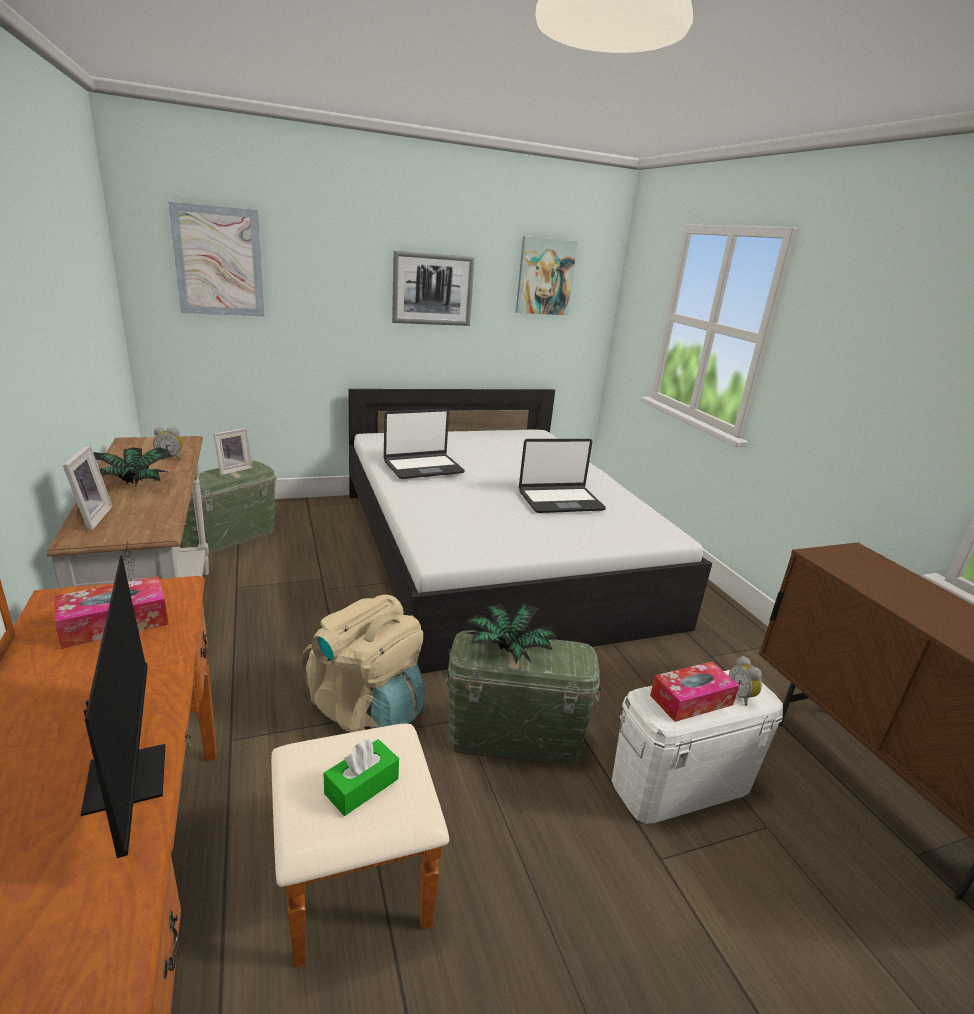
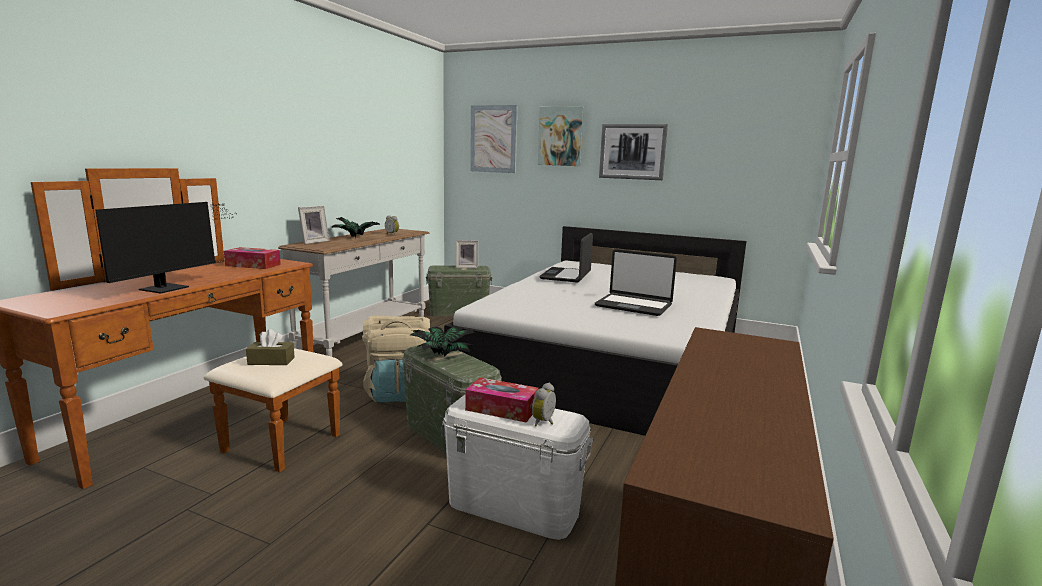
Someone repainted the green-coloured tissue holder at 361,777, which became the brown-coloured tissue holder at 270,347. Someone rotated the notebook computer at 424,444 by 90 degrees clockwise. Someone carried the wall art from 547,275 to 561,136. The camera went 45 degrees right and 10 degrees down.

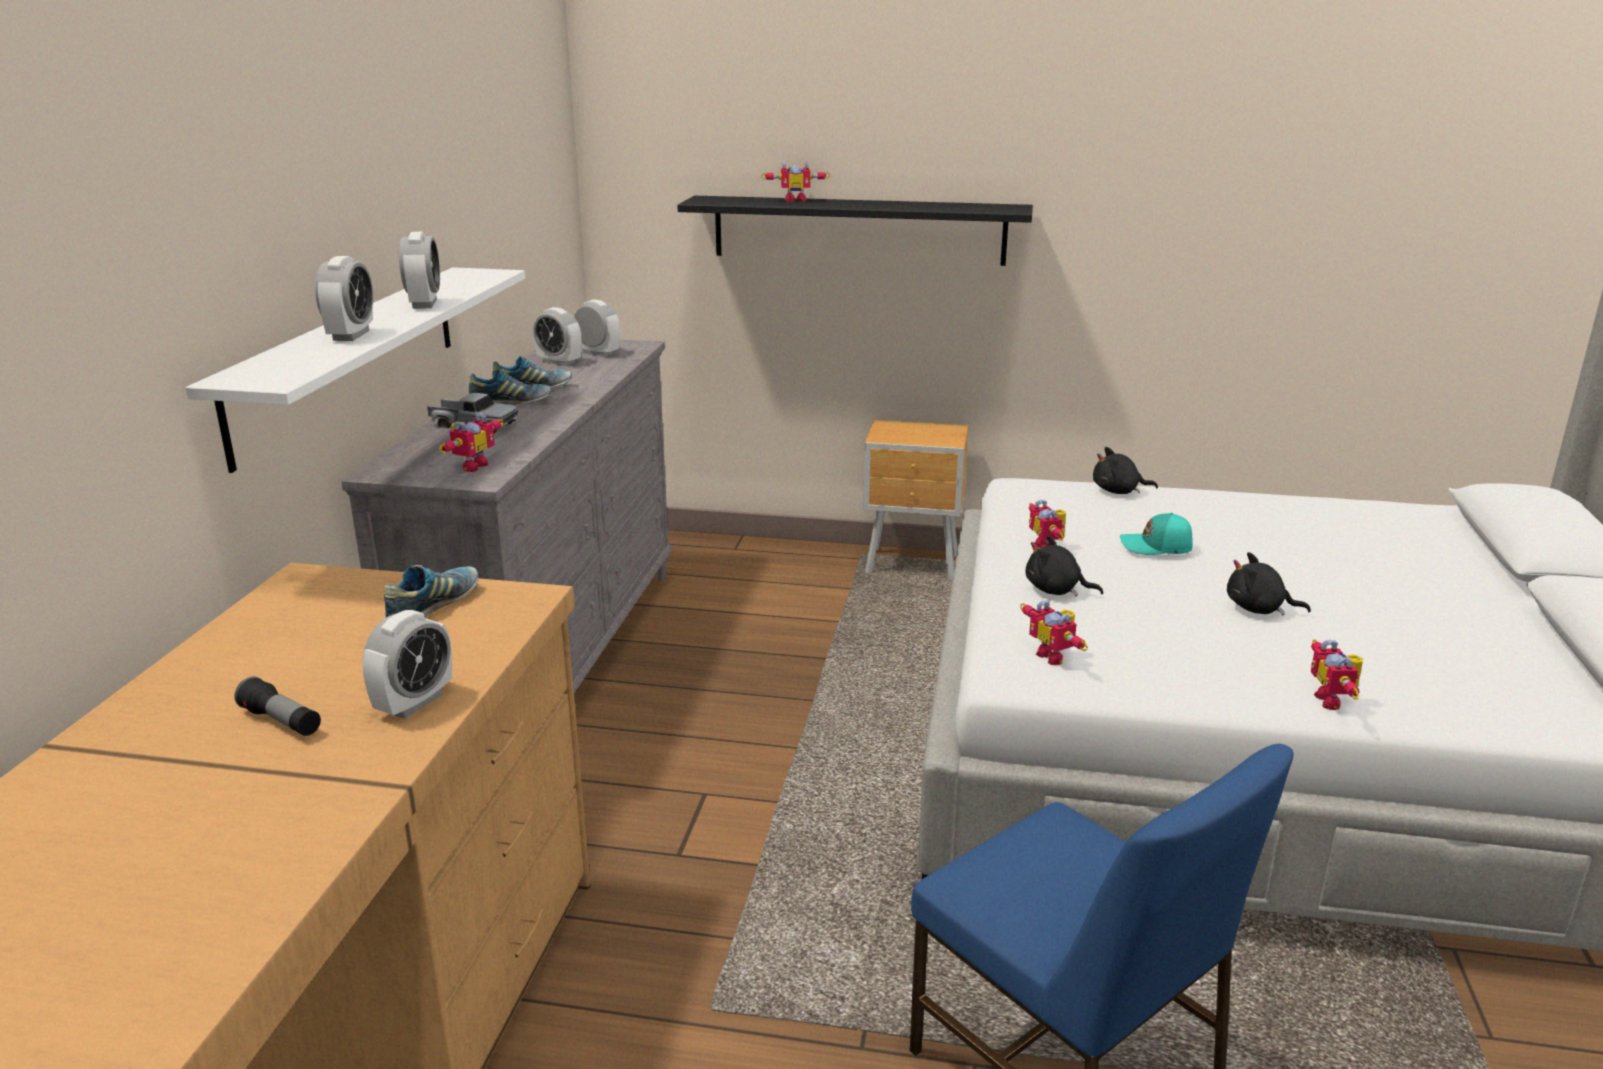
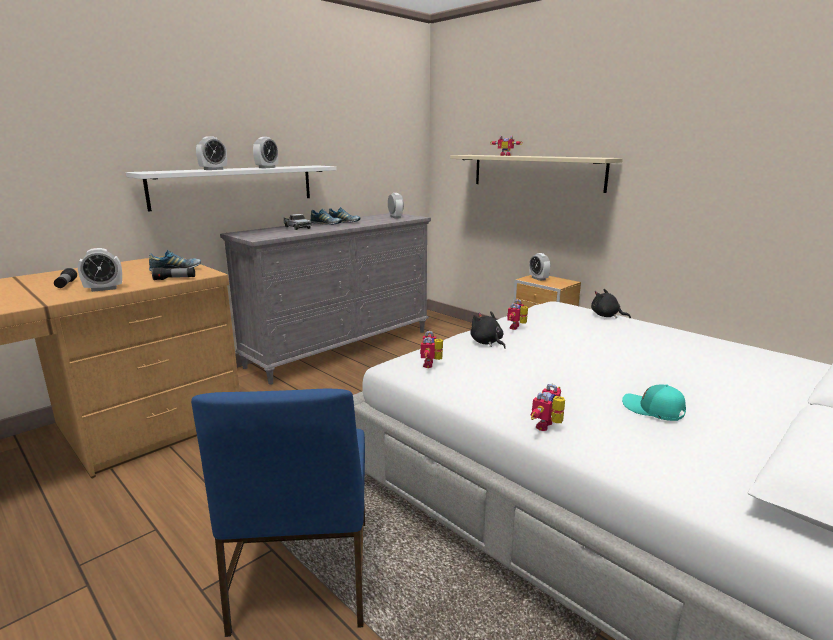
Someone took away the robot figure at 471,442. Someone carried the bedside clock from 557,336 to 539,267. Someone repainted the blackish bracket shelf at 855,231, which became the beige-coloured bracket shelf at 536,174. Someone carried the blue-green peaked cap from 1156,533 to 654,402. Someone took away the blackish plush toy at 1269,583. Someone put down the hand torch at 173,273. The camera went 35 degrees right and 5 degrees down.

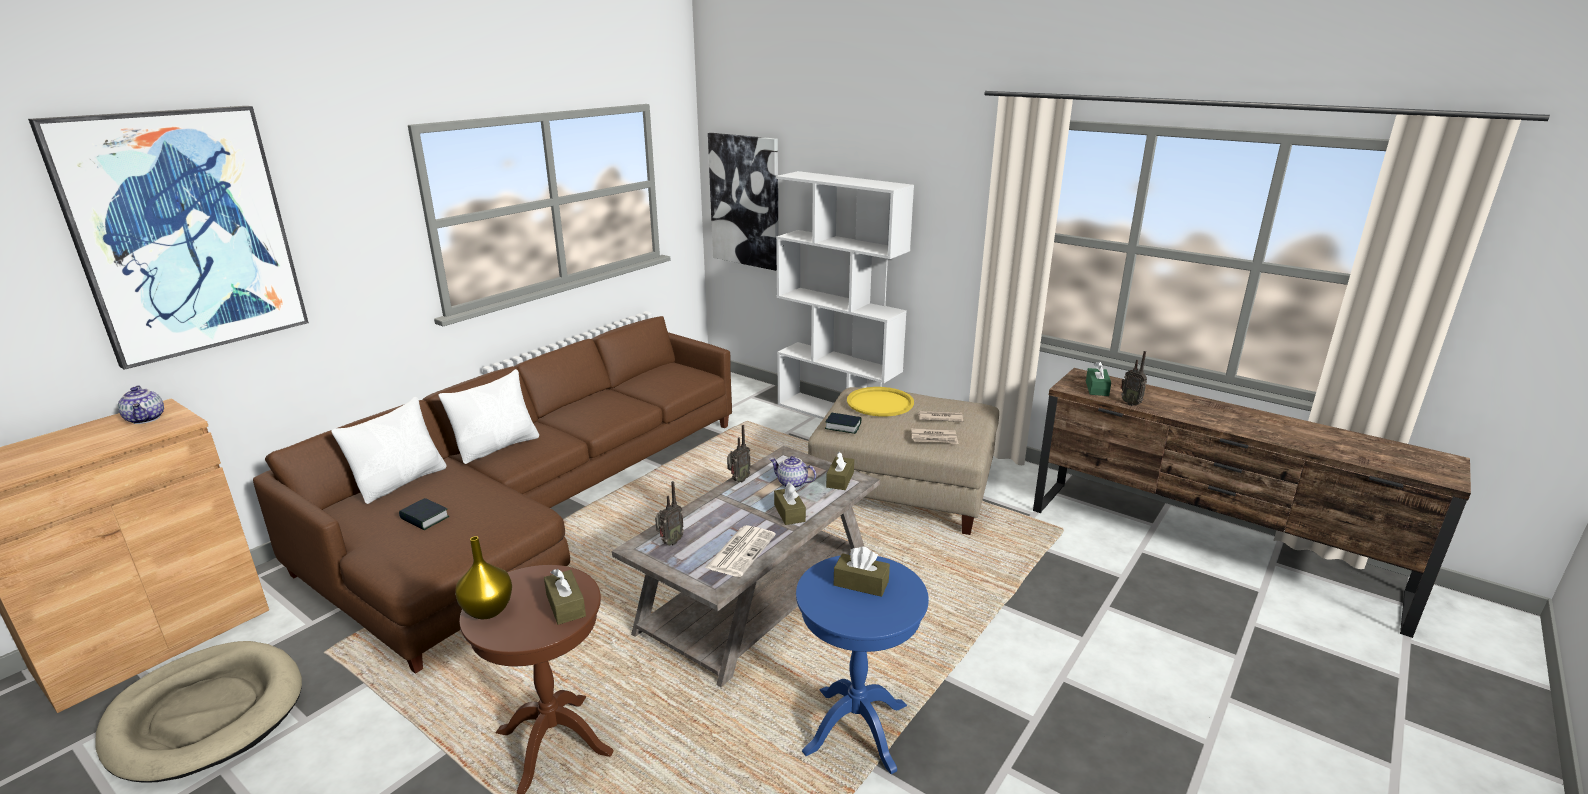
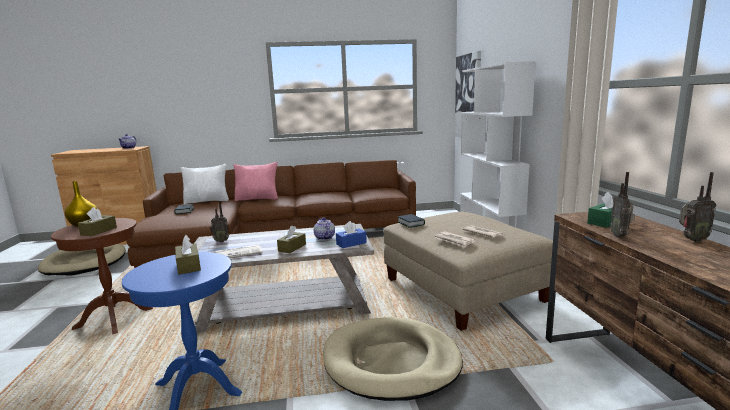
Someone took away the wall art at 168,238. Someone repainted the whitish cushion at 488,416, which became the pink-coloured cushion at 256,181. Someone carried the radio from 739,453 to 697,207. Someone repainted the brown-coloured tissue holder at 840,470, which became the blue tissue holder at 351,234. Someone took away the yellow-coloured carrying tray at 880,402. Someone put down the beige-coloured dog cushion at 393,359. The camera went 45 degrees right and 10 degrees down.

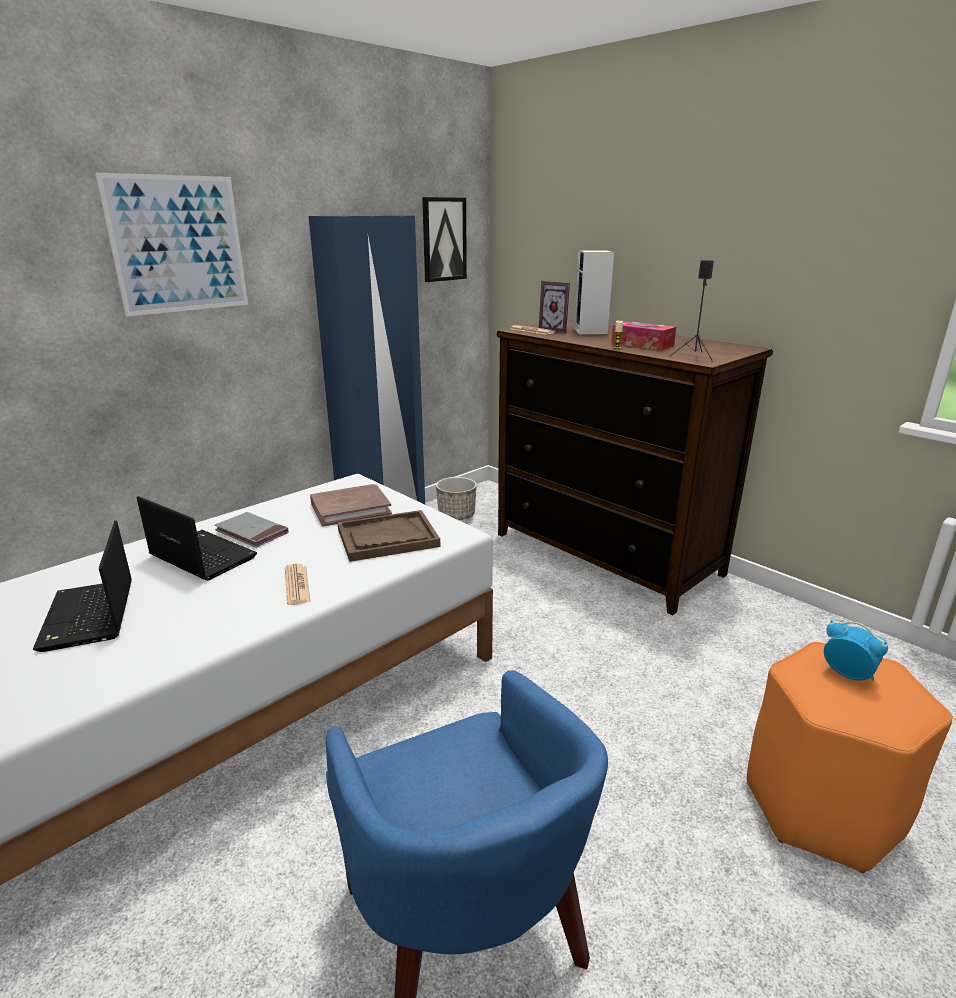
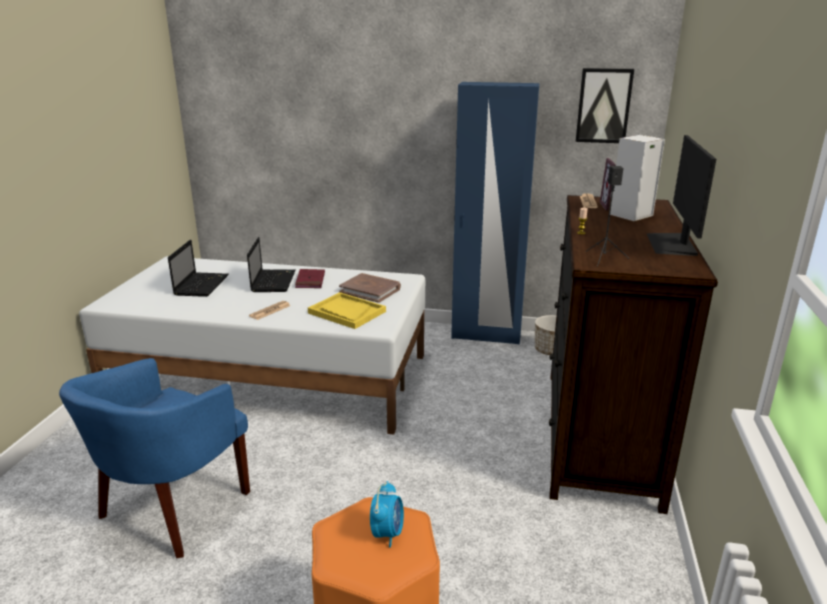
Someone rotated the notebook computer at 82,586 by 150 degrees clockwise. Someone took away the wall art at 171,245. Someone repainted the gray book at 252,530, which became the red-coloured book at 310,278. Someone repainted the brown-coloured carrying tray at 389,536, which became the yellow-coloured carrying tray at 347,310. Someone took away the tissue holder at 643,335. Someone put down the monitor at 681,195. The camera went 55 degrees right and 0 degrees up.

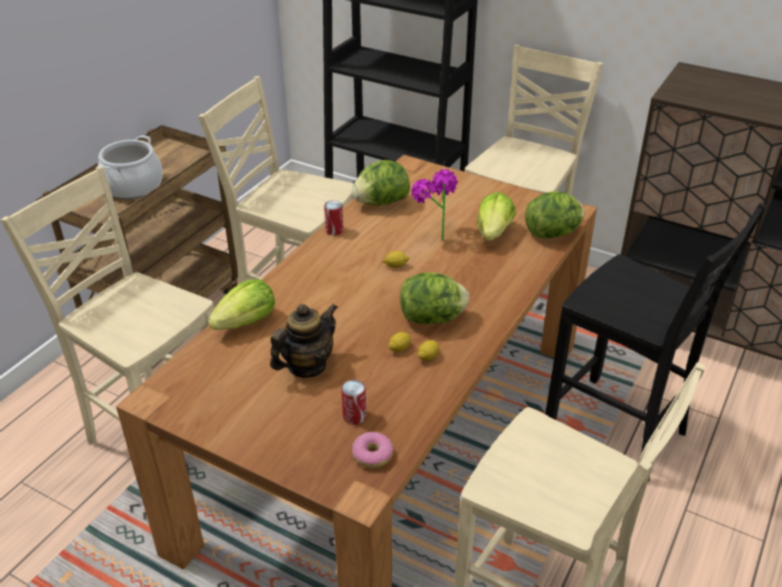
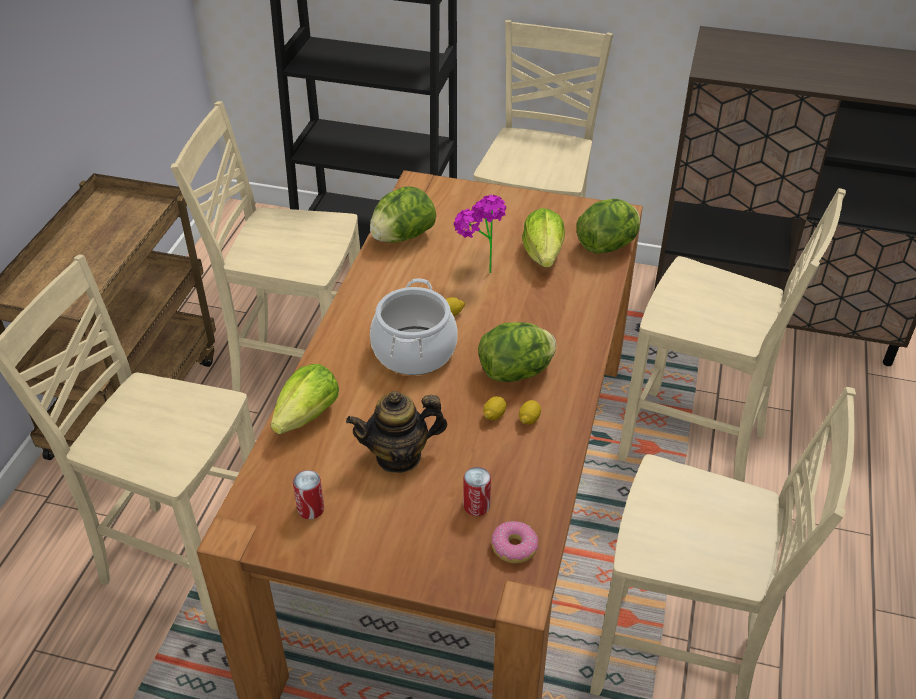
Someone carried the stockpot from 130,167 to 414,326. Someone rotated the tea pot at 304,341 by 135 degrees counterclockwise. Someone carried the metal can from 334,218 to 308,494. Someone repainted the blackish upright chair at 655,342, which became the beige-coloured upright chair at 732,335. The camera went 15 degrees left and 5 degrees up.

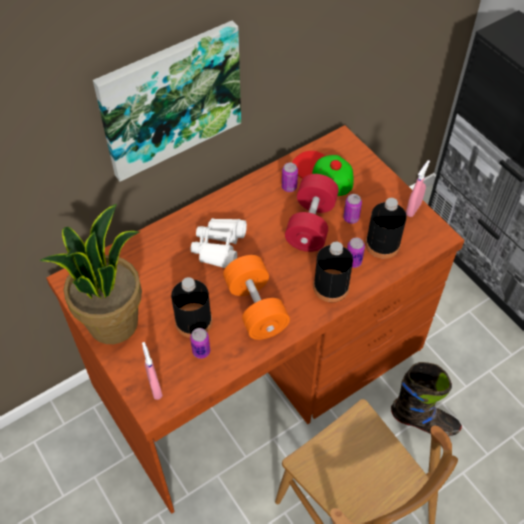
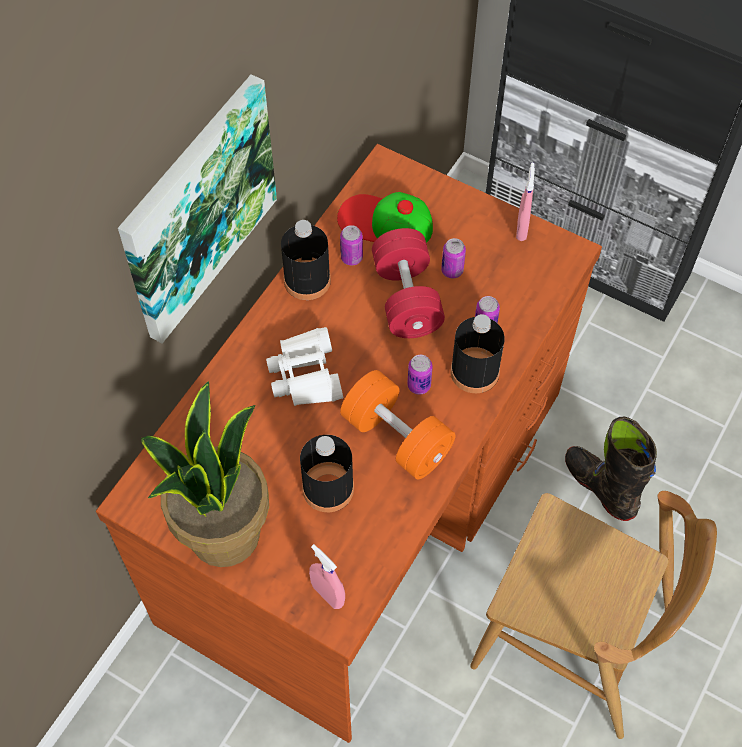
Someone carried the metal can from 200,343 to 420,375. Someone carried the blackish beverage bottle from 386,228 to 306,260. Someone rotated the blackish boot at 426,399 by 120 degrees counterclockwise. The camera went 25 degrees left and 5 degrees up.

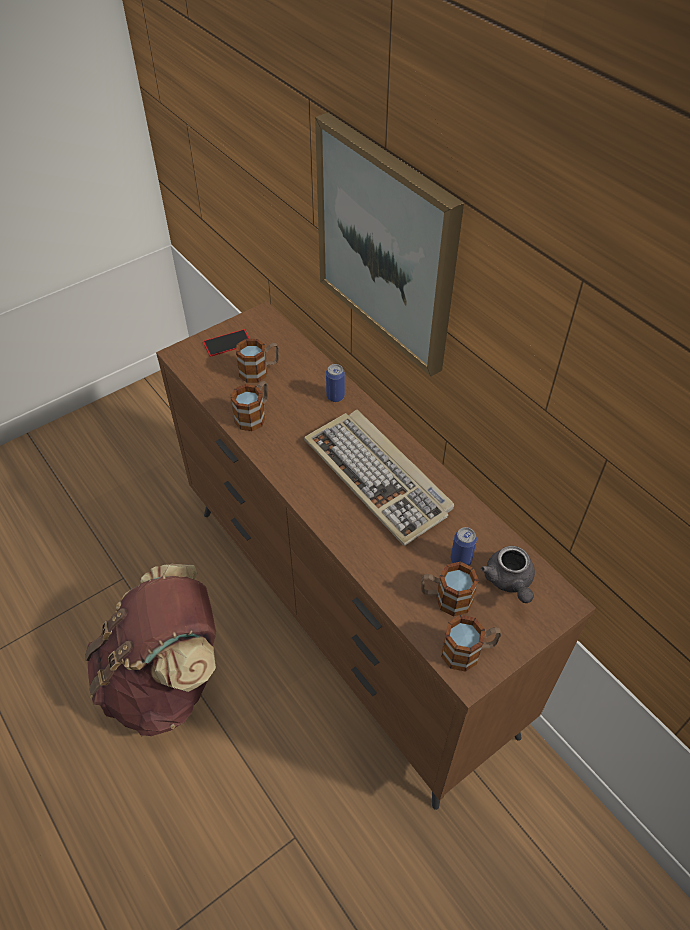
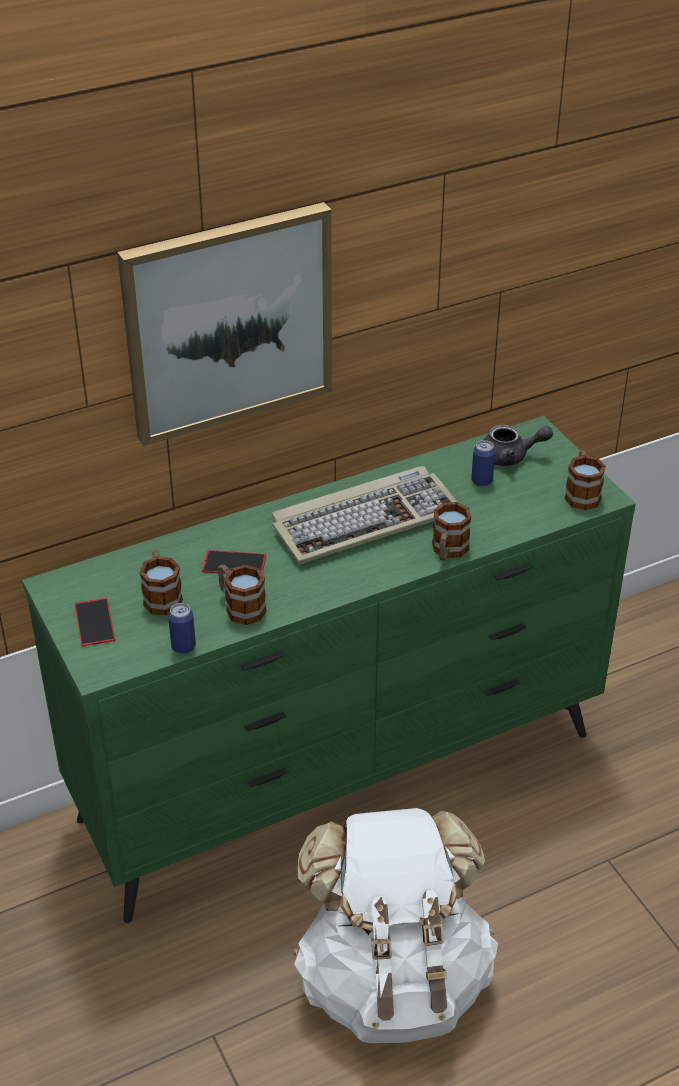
Someone repainted the brown-coloured backpack at 150,650, which became the whitish backpack at 395,925. Someone repainted the brown-coloured chest of drawers at 376,555, which became the green-coloured chest of drawers at 329,669. Someone carried the metal can from 335,383 to 182,628. Someone carried the mug from 450,589 to 451,531. Someone put down the handset at 234,562. The camera went 80 degrees left and 10 degrees down.

